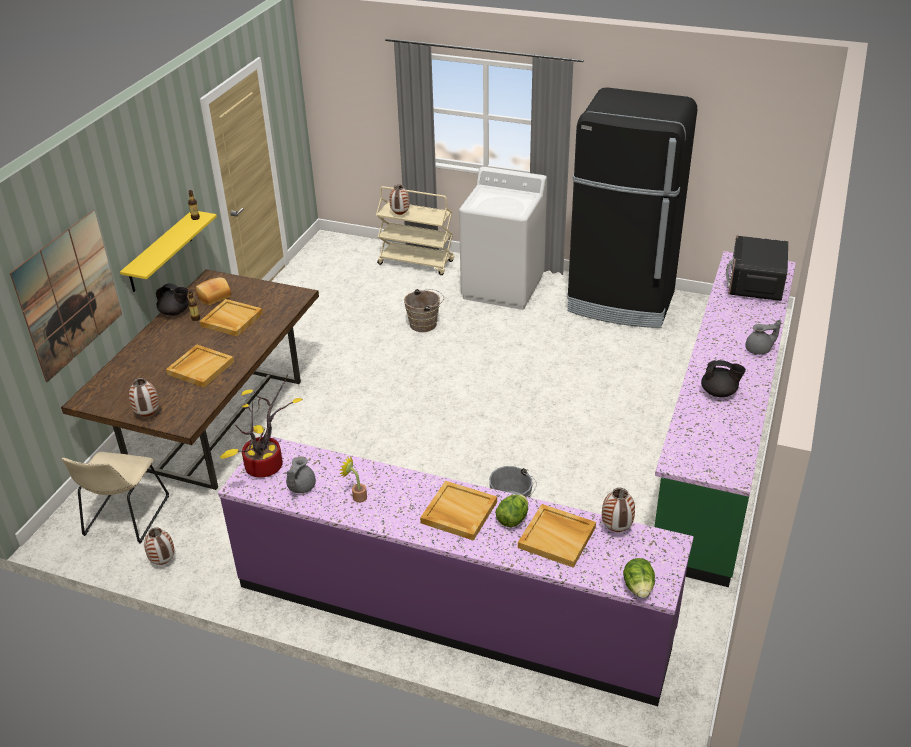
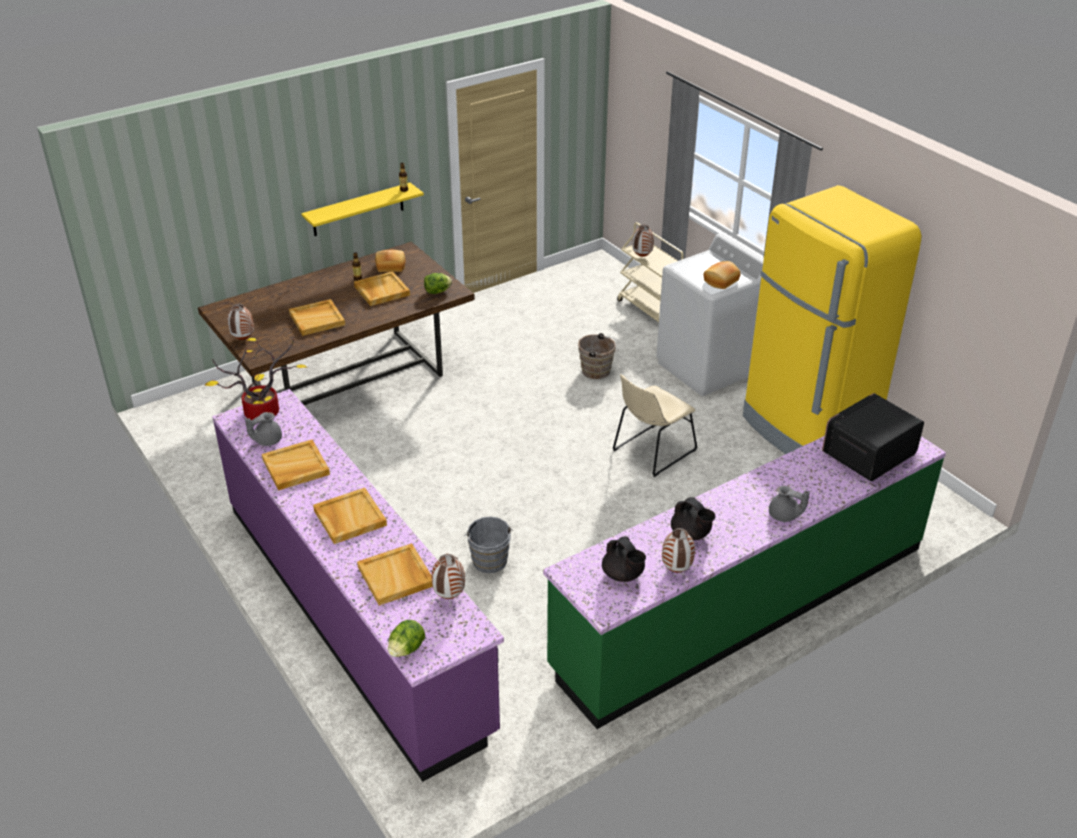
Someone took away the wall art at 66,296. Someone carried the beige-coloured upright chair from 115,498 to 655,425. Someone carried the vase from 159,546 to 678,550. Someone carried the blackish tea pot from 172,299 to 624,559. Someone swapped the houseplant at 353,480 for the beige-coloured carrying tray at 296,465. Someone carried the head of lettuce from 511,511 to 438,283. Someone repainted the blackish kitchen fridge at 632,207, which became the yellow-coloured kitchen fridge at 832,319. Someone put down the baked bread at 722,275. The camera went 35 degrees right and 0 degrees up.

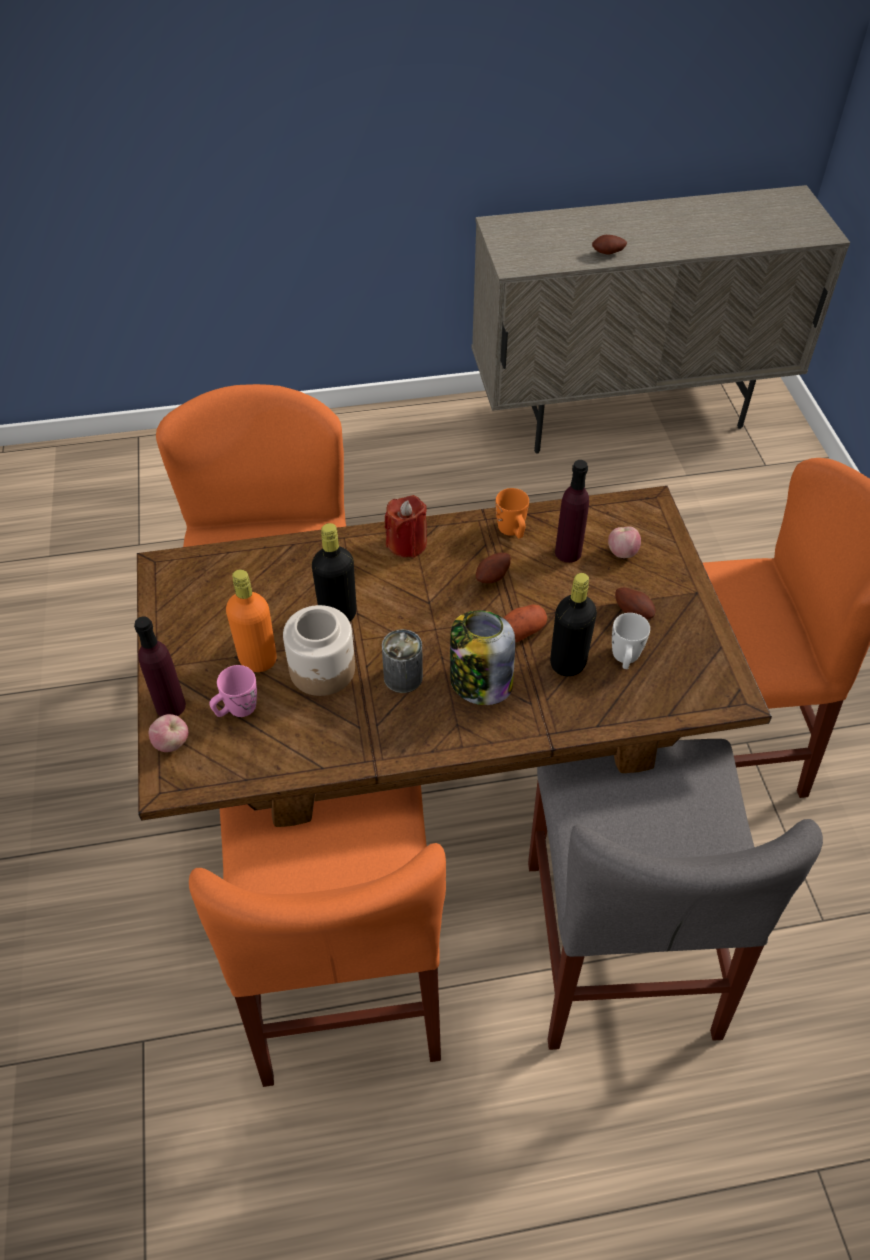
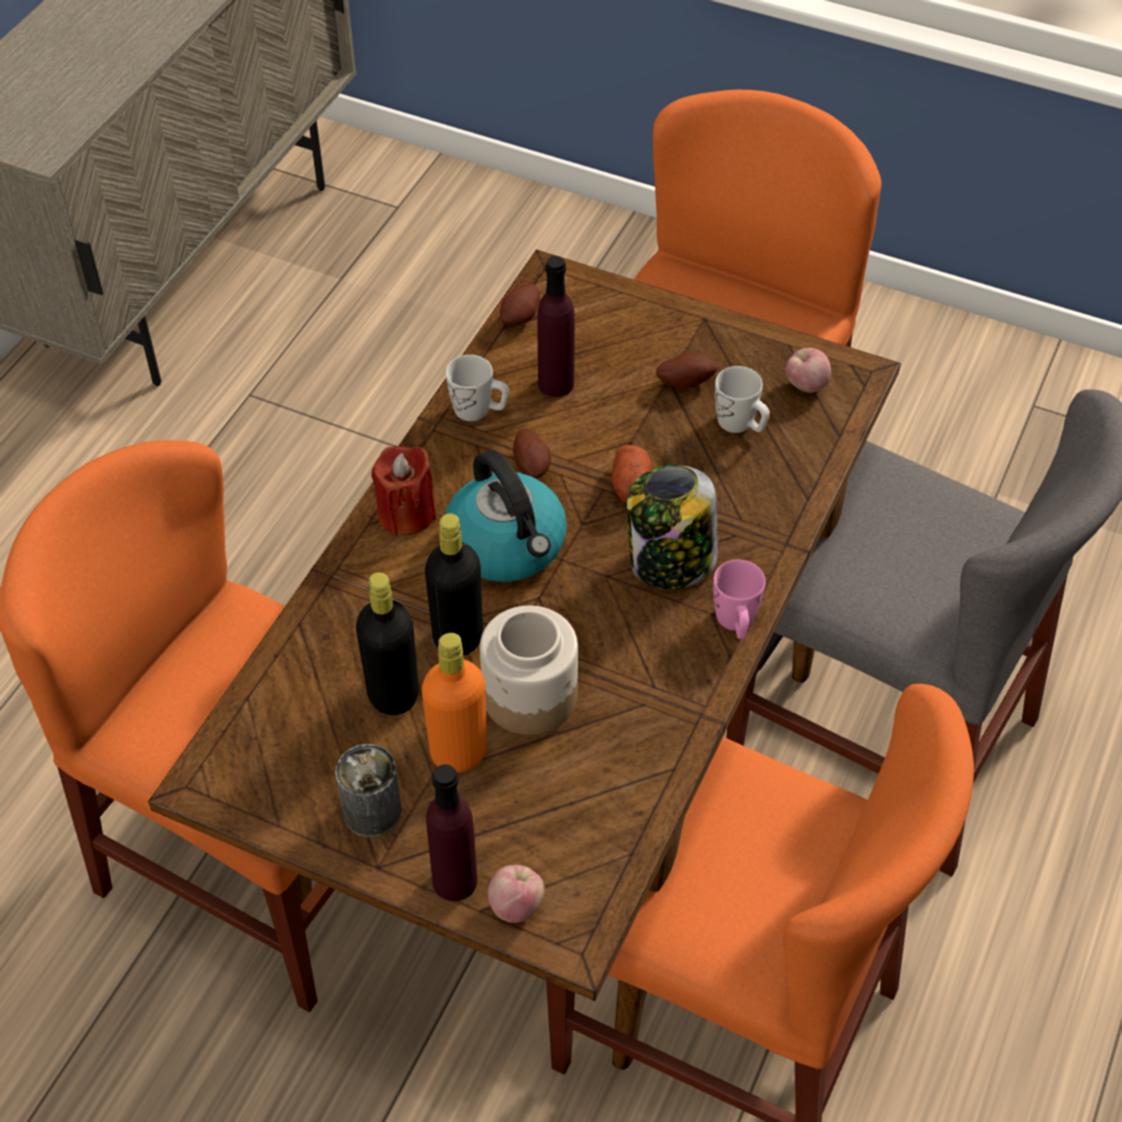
Someone carried the pink-coloured mug from 233,691 to 739,599. Someone carried the metal can from 402,661 to 368,790. Someone repainted the orange mug at 512,513, which became the whitish mug at 477,388. Someone carried the blackish beverage bottle from 573,624 to 387,643. Someone carried the whole potato from 609,245 to 520,305. Someone carried the apple from 624,542 to 808,370. Someone put down the kettle at 506,516. The camera went 55 degrees left and 0 degrees up.

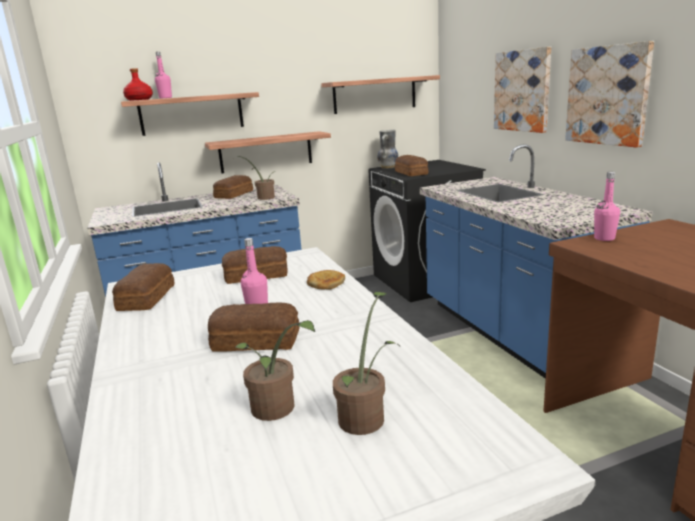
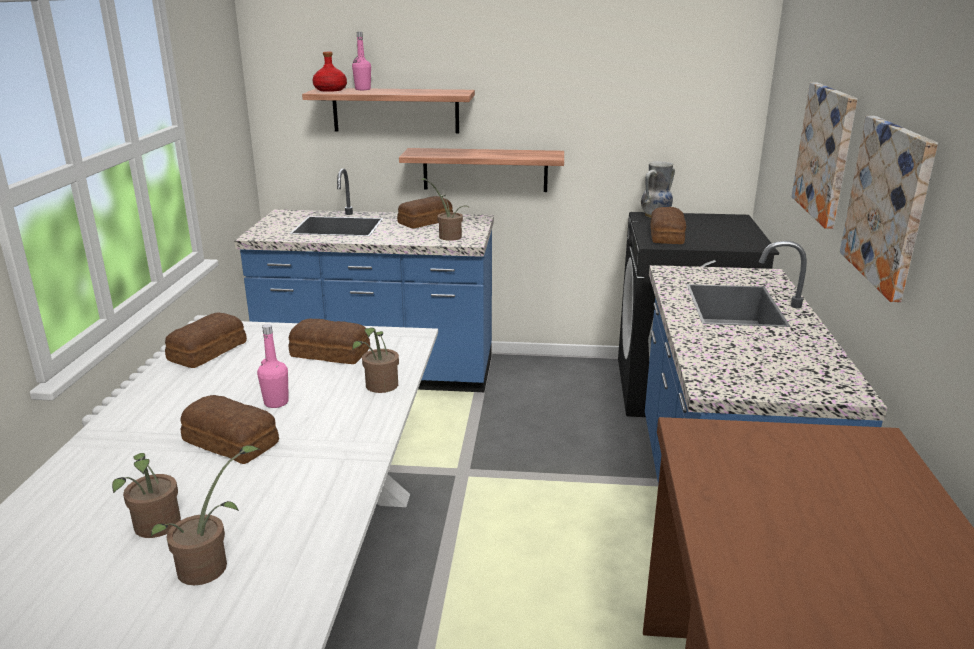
Someone swapped the baked bread at 326,280 for the houseplant at 375,360. Someone took away the bracket shelf at 380,94. Someone took away the pink-coloured beverage bottle at 607,206. The camera went 25 degrees right and 5 degrees up.

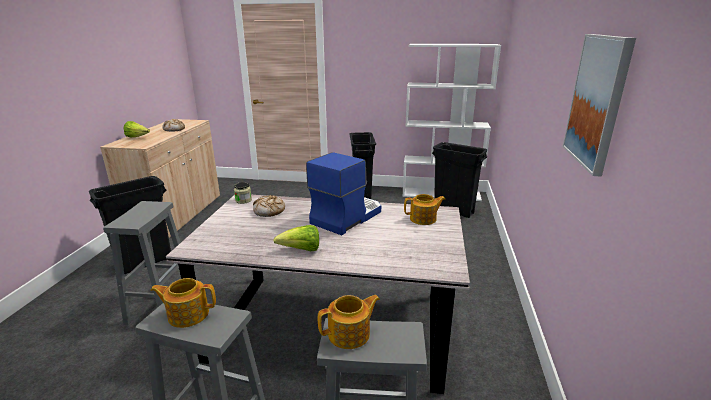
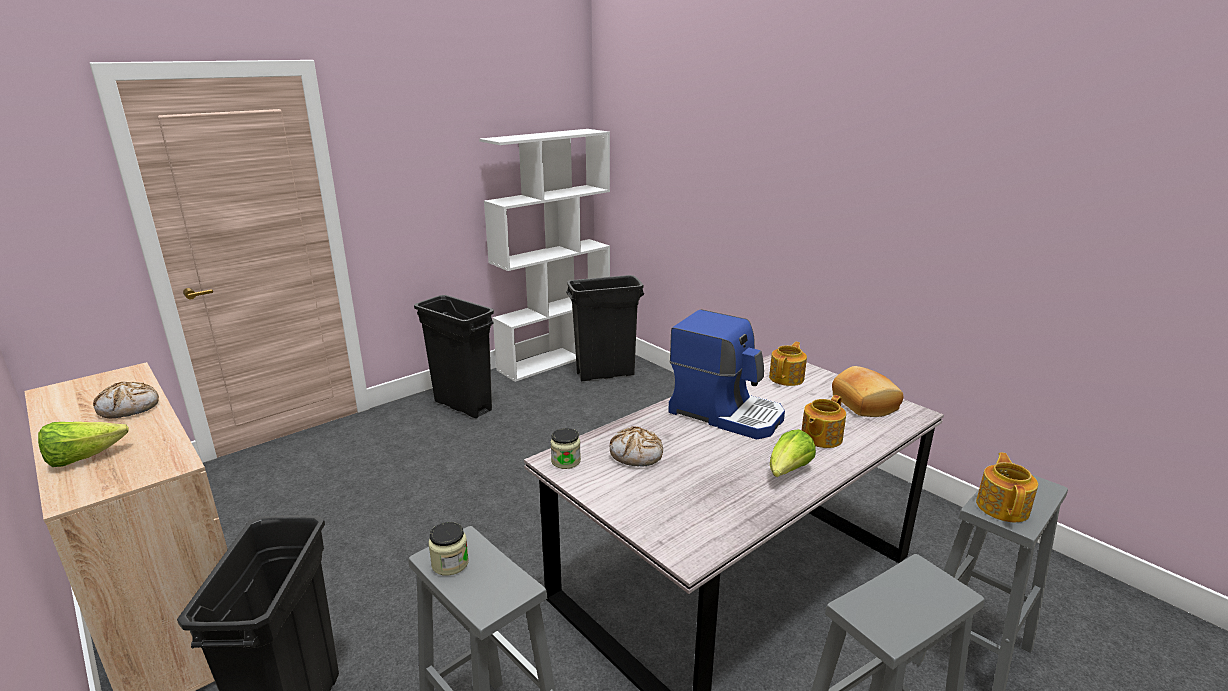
Someone carried the tea pot from 183,303 to 824,421. Someone rotated the coffee machine at 343,193 by 135 degrees clockwise. Someone took away the wall art at 599,105. Someone put down the jar at 448,549. Someone put down the baked bread at 867,391. The camera went 50 degrees left and 0 degrees up.

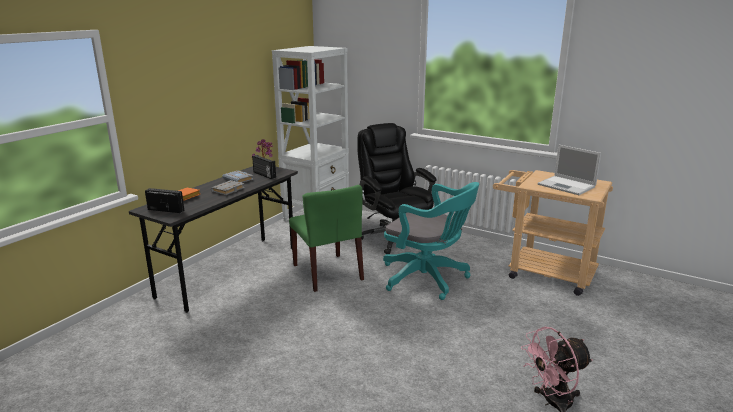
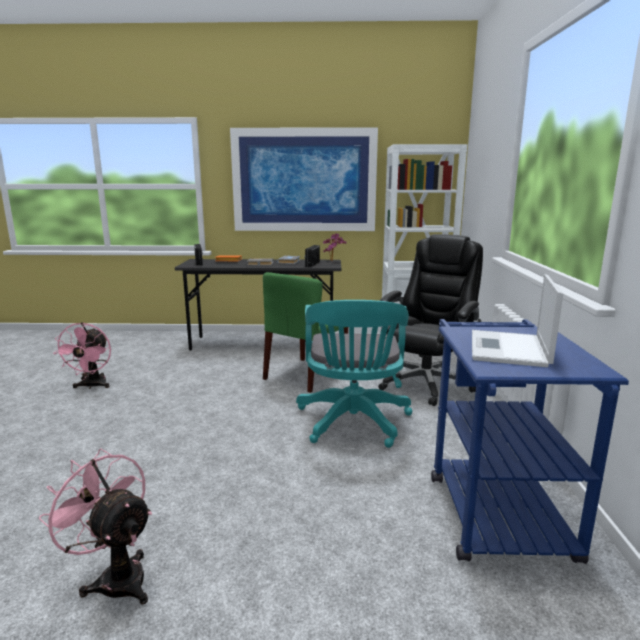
Someone repainted the beige-coloured trolley at 553,233, which became the blue trolley at 530,441. Someone put down the pink-coloured cooling fan at 82,355. Someone put up the wall art at 304,179. The camera went 60 degrees right and 5 degrees down.

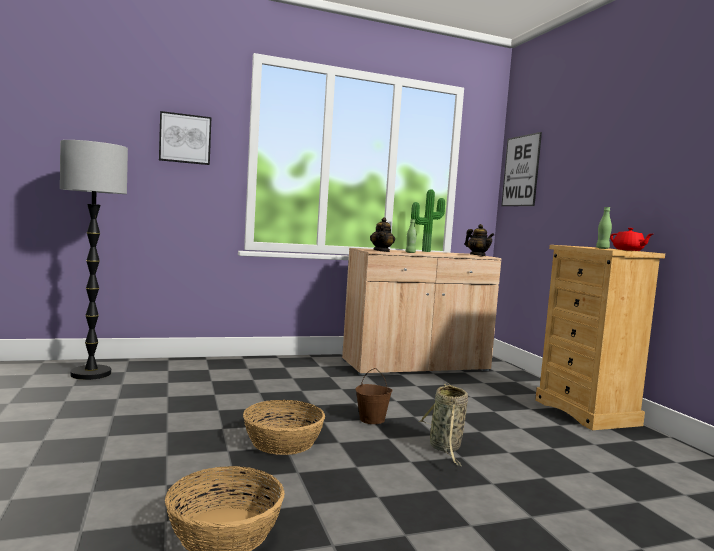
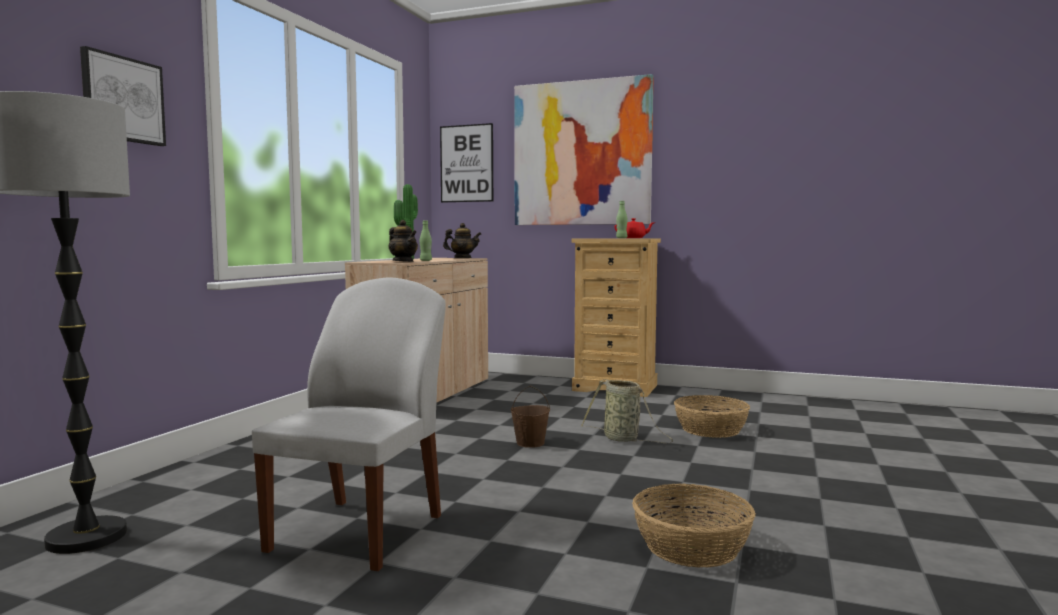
Someone carried the basket from 284,427 to 712,416. Someone put down the whitish upright chair at 349,424. Someone put up the wall art at 584,149. The camera went 50 degrees left and 0 degrees up.

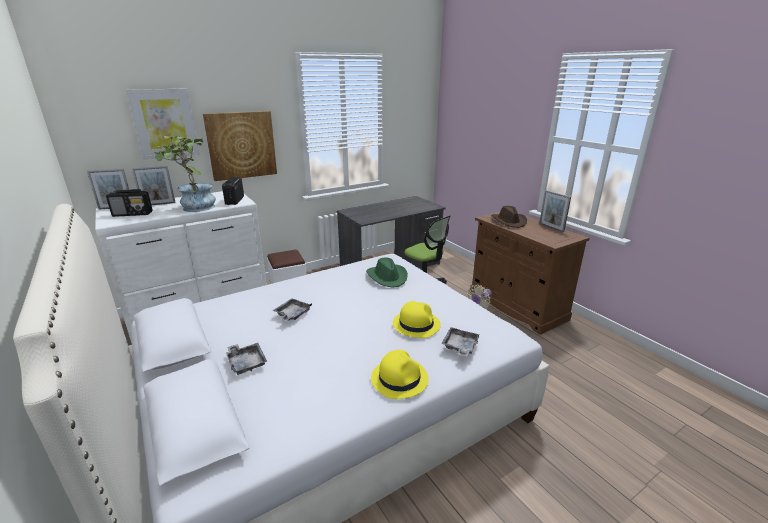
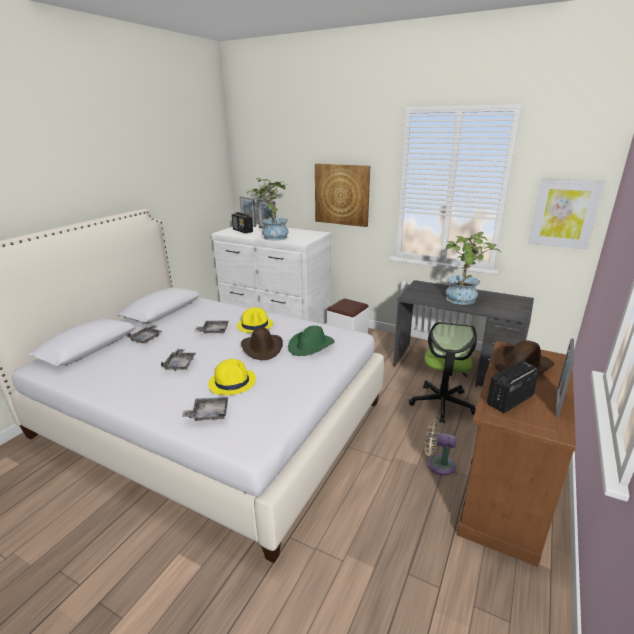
Someone carried the wall art from 162,124 to 566,214. Someone carried the radio from 233,191 to 513,387. Someone carried the yellow-coloured clothing hat from 400,374 to 255,320. Someone put down the gray carrying tray at 178,360. Someone put down the brown-coloured clothing hat at 262,344. Someone put down the houseplant at 473,268. The camera went 60 degrees right and 0 degrees up.

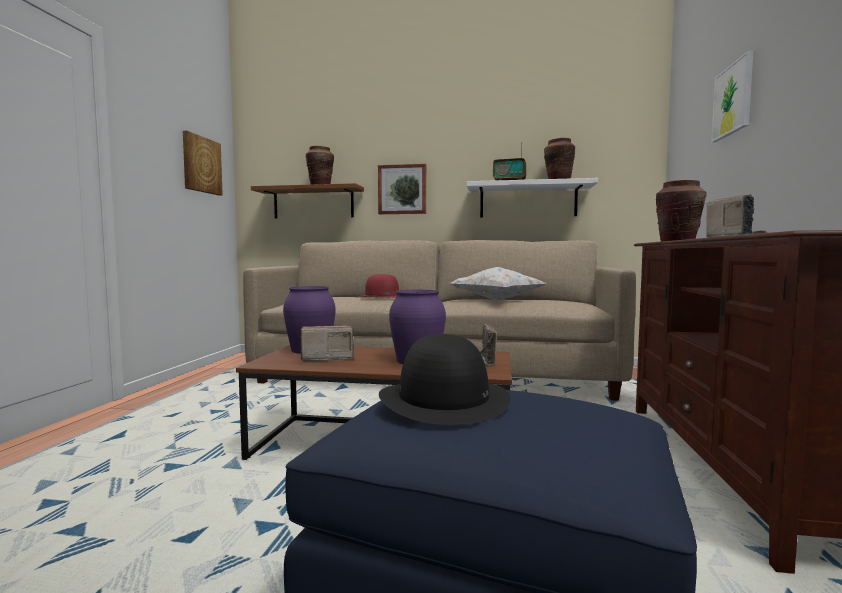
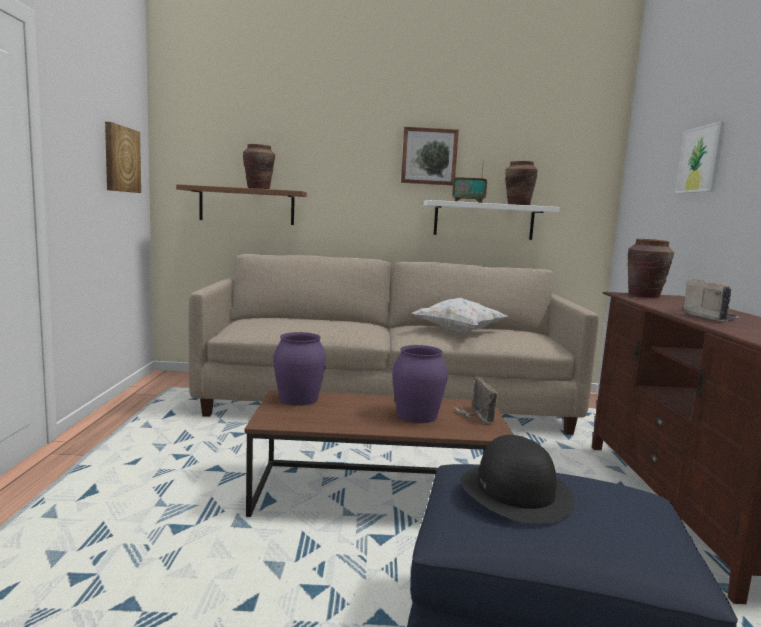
Someone took away the radio at 327,344. Someone took away the red-coloured clothing hat at 378,286. Someone carried the wall art from 402,189 to 430,156. The camera went 10 degrees left and 5 degrees up.

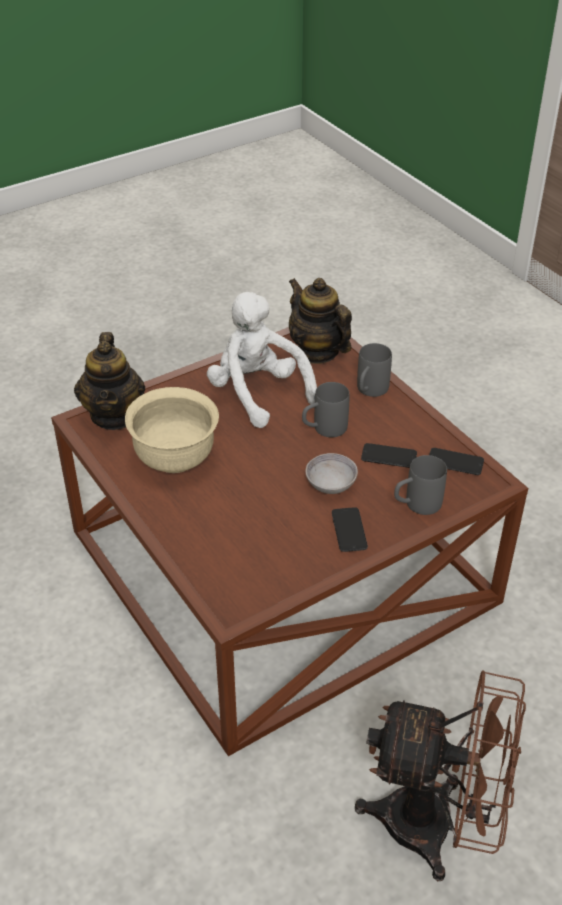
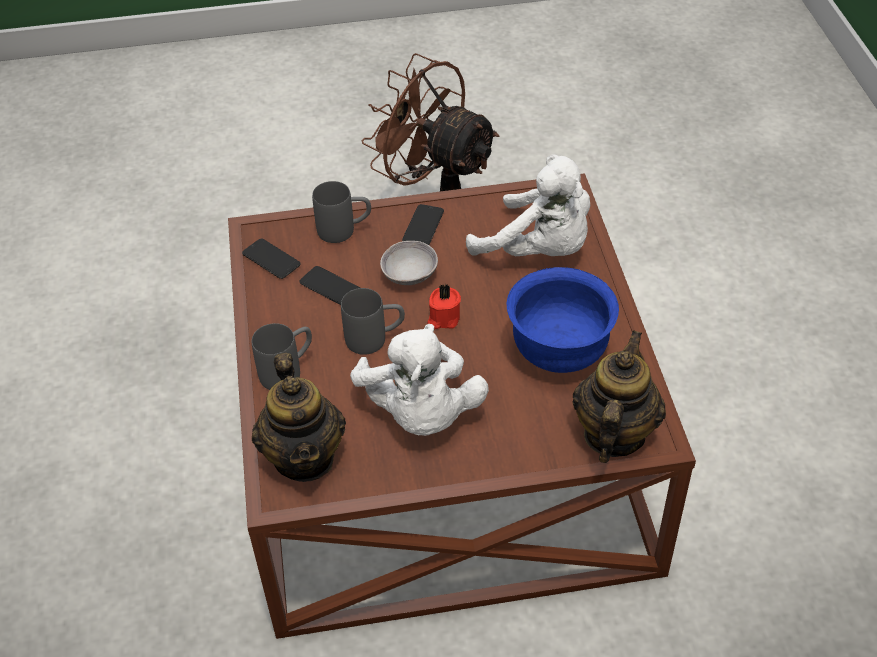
Someone repainted the beige-coloured bowl at 172,430, which became the blue bowl at 563,320. Someone put down the red-coloured wax candle at 444,306. Someone put down the whitish plush toy at 528,205. The camera went 155 degrees left and 5 degrees up.

